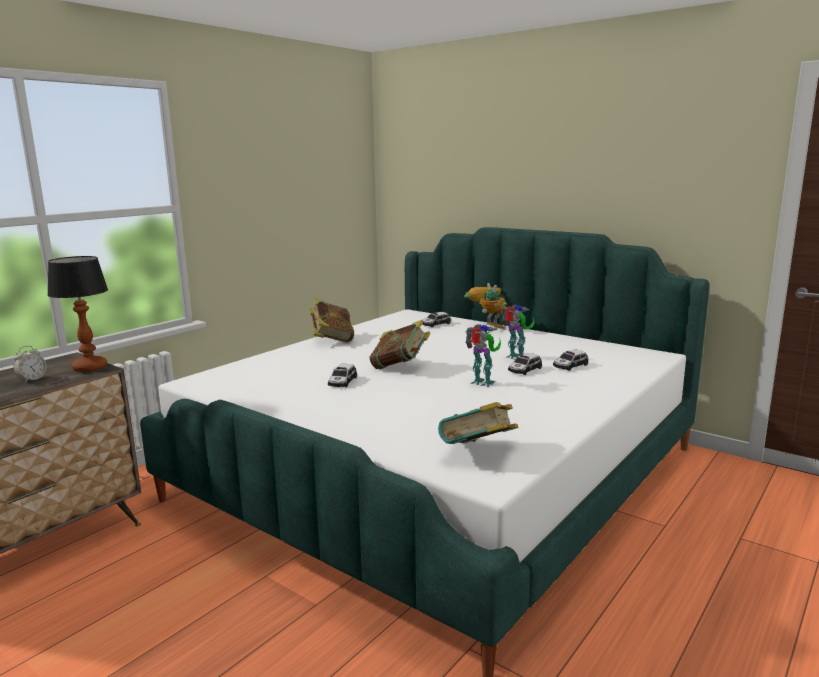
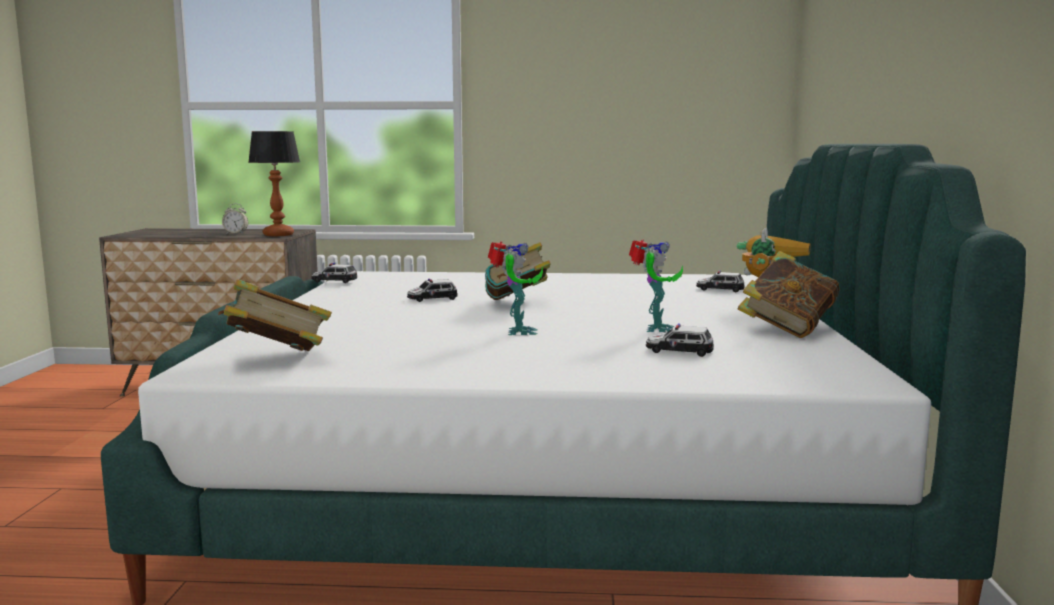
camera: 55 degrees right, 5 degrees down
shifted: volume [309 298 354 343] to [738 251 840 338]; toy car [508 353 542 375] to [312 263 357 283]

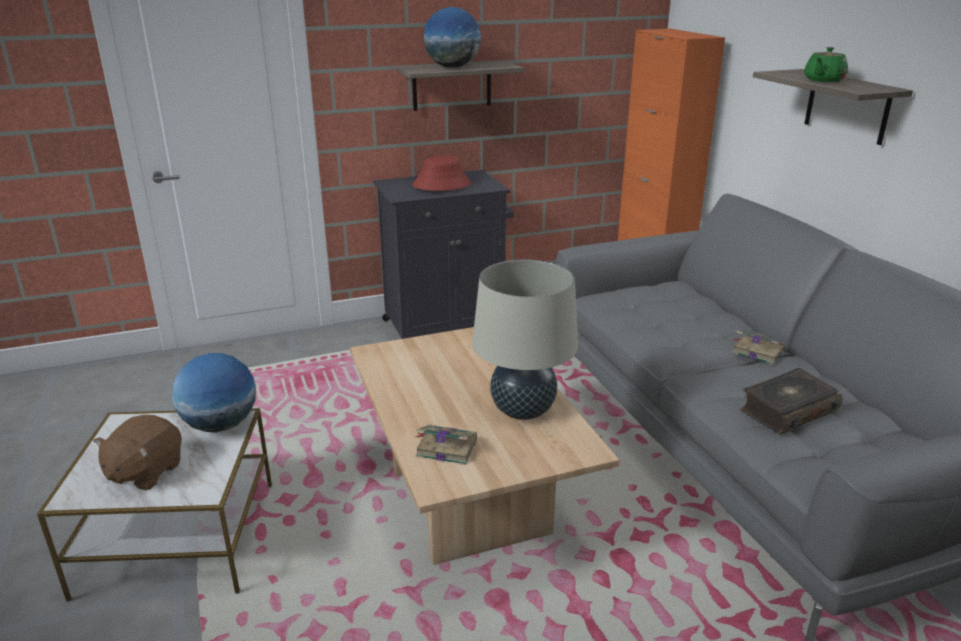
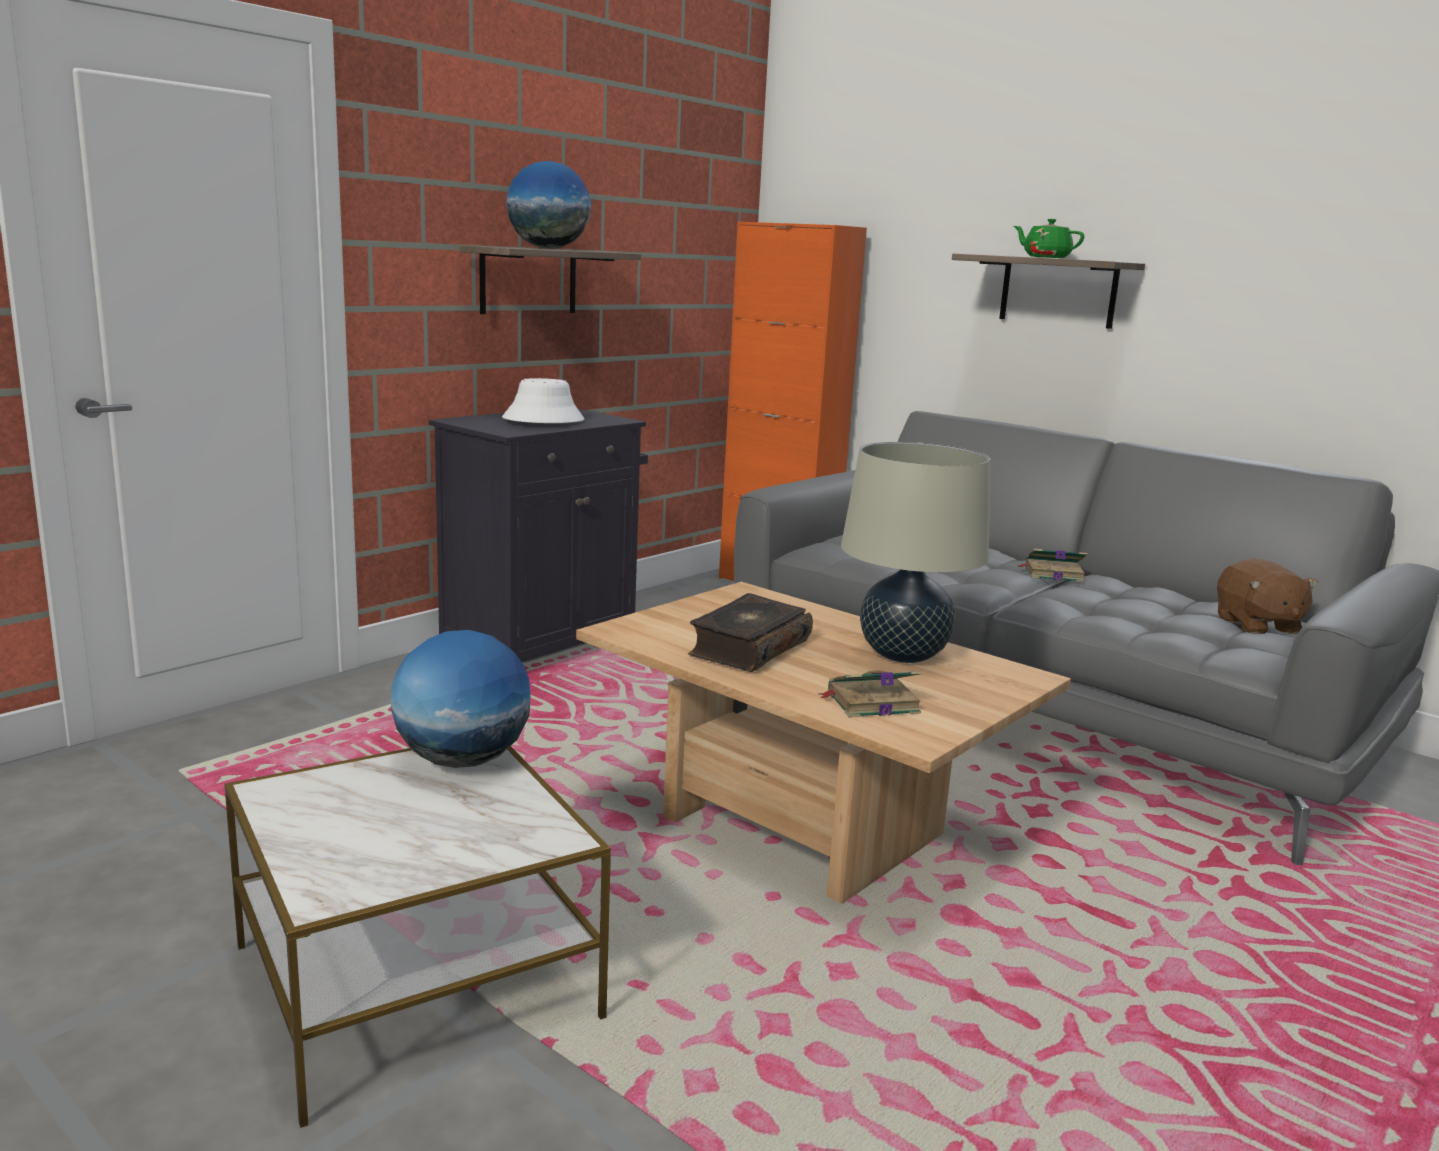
camera: 30 degrees left, 10 degrees down
shifted: volume [739 368 843 435] to [688 593 813 672]; brownish cuddly toy [93 415 182 490] to [1217 558 1318 635]
repainted: reddish wearable hat [412 156 471 191] to whitish wearable hat [502 378 584 423]
rotated: green-coloured teapot [804 47 848 82] = [1014 219 1085 258] 120 degrees clockwise

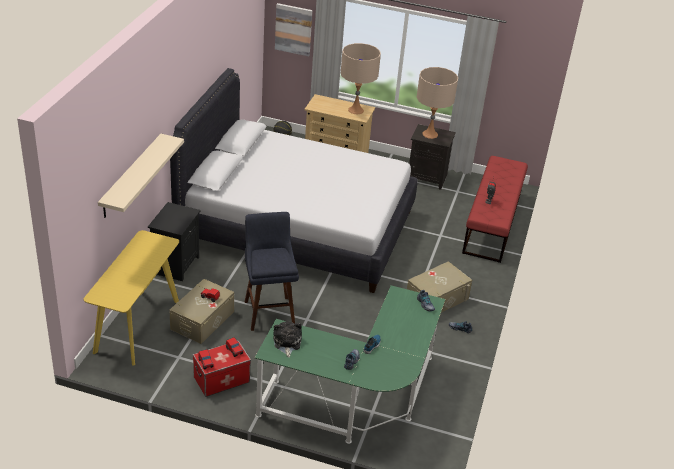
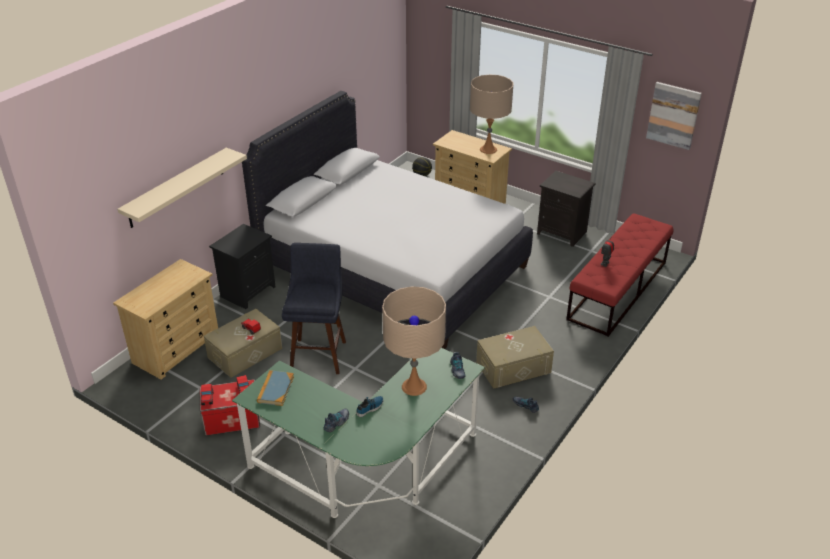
camera: 20 degrees right, 0 degrees up
shifted: wall picture [275 3 312 56] to [646 82 702 150]; beige-coloured tabletop lamp [417 67 458 139] to [382 286 446 396]
swapped: yellowish narrow table [84 230 179 365] to beige-coloured drawer chest [113 259 218 379]; cuddly toy [273 321 302 357] to volume [257 370 294 406]

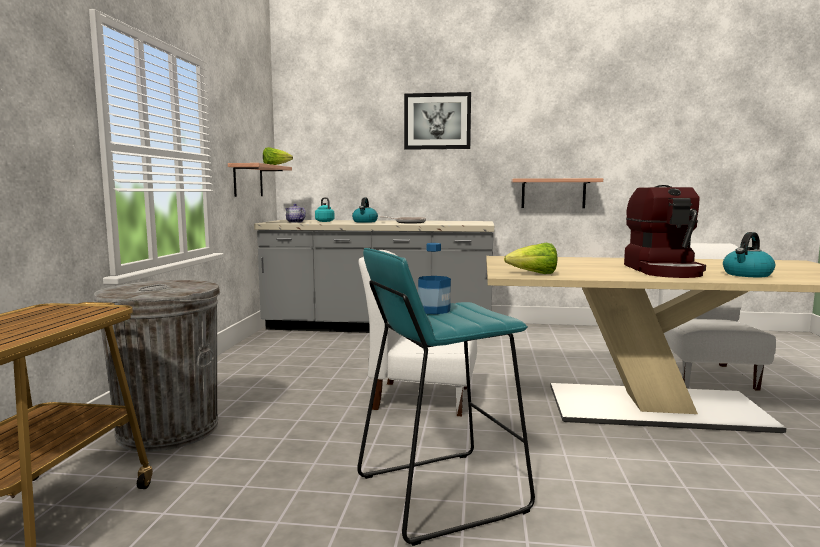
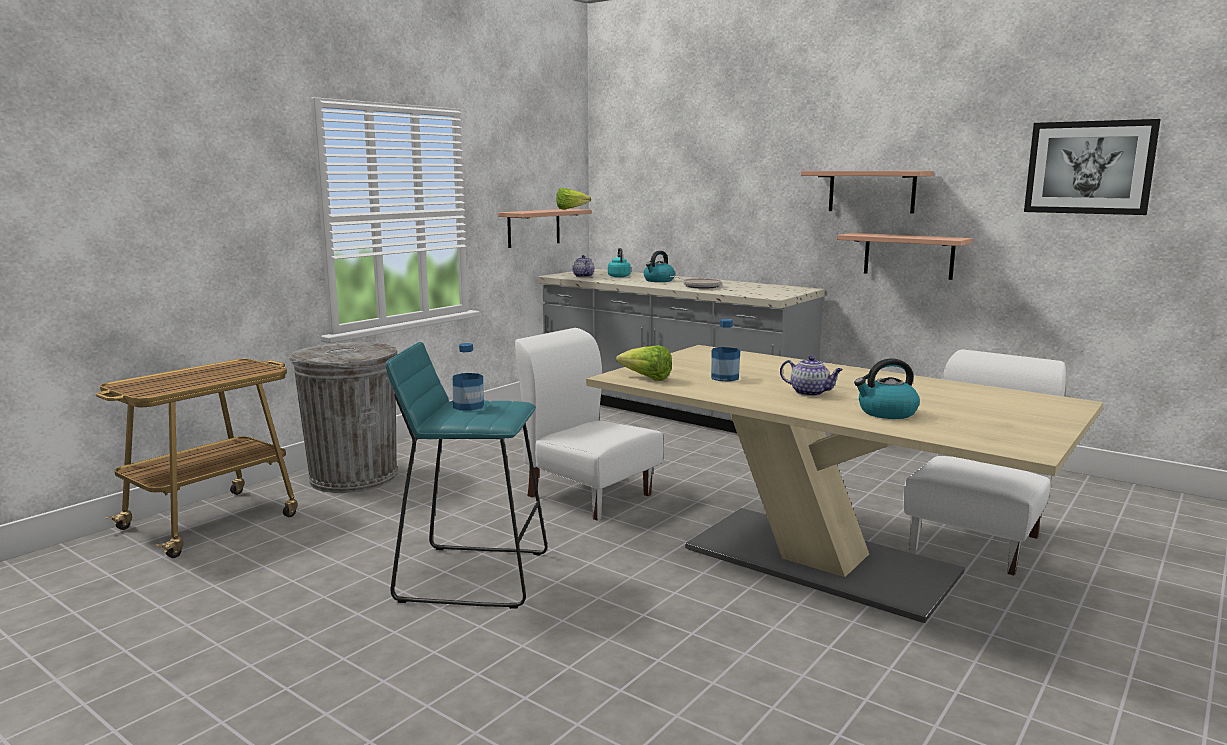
camera: 30 degrees right, 5 degrees up
new: wall shelf [801 171 933 214]; bottle [711 319 740 381]
shifted: wall picture [404 92 471 150] to [1024 119 1161 215]
swapped: coffee brewer [624 185 706 278] to teapot [780 356 843 396]

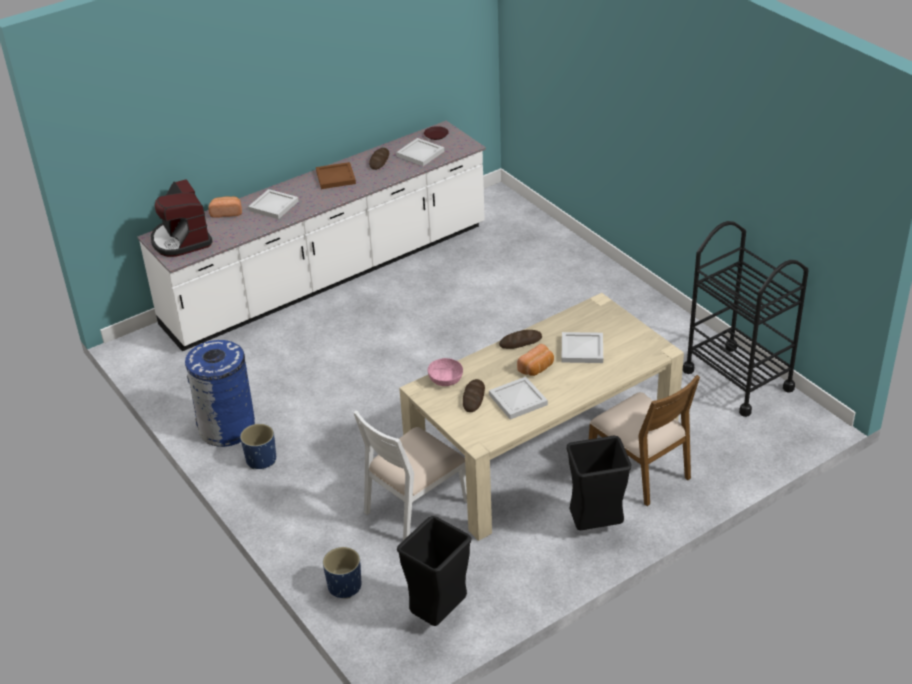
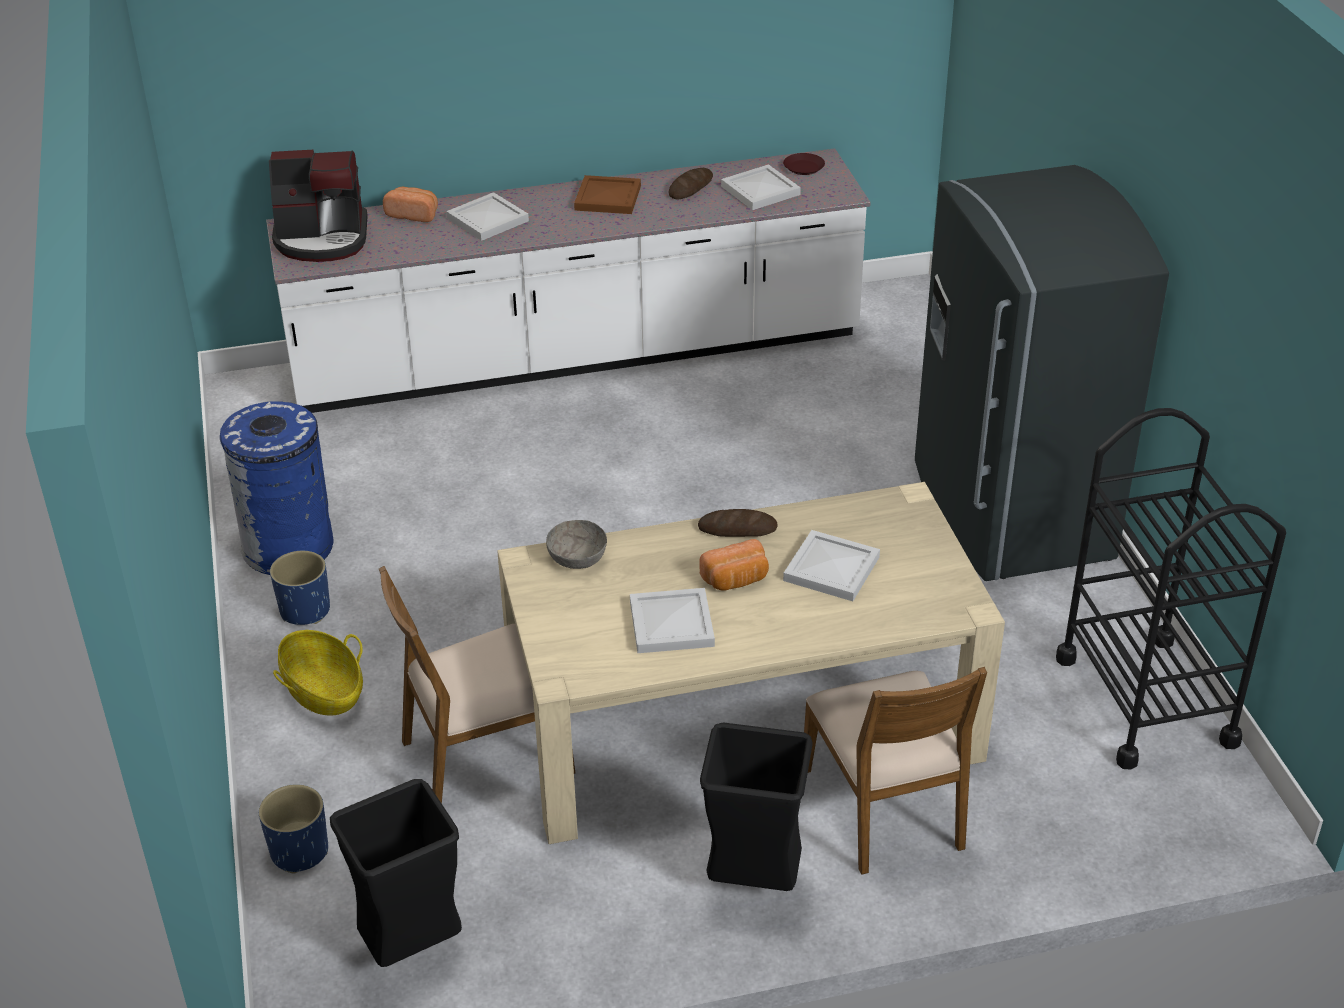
camera: 20 degrees right, 0 degrees up
gone: bread [463 379 485 412]
new: grey refrigerator [915 165 1169 581]; storage basket [273 630 363 715]
repainted: pink-coloured serving bowl [428 358 463 386] to grey serving bowl [546 520 607 569]; whitish plain chair [353 410 467 540] to brownish plain chair [379 566 575 804]
rotated: coffee brewer [151 179 213 257] = [269 150 368 262] 90 degrees counterclockwise

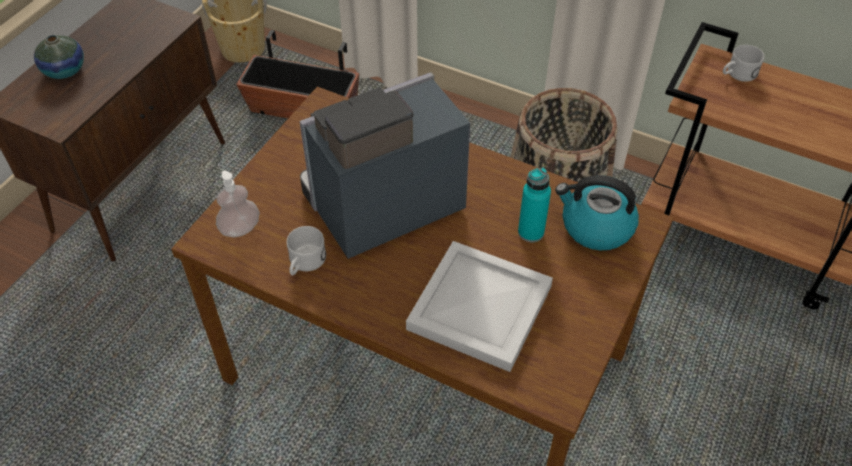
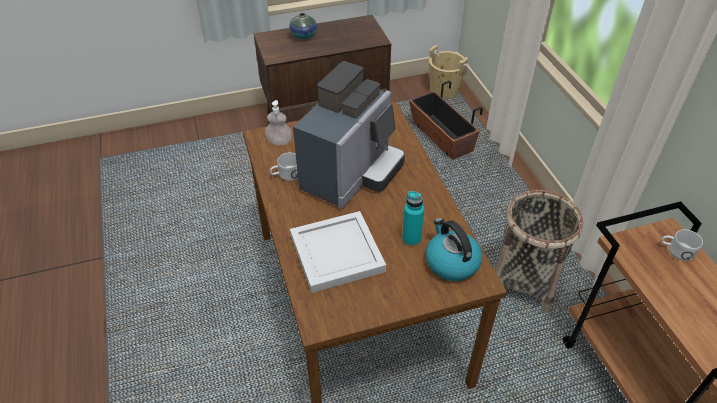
camera: 45 degrees right, 5 degrees down
rotated: coffee brewer [299 72 470 259] = [293 61 405 209] 105 degrees clockwise

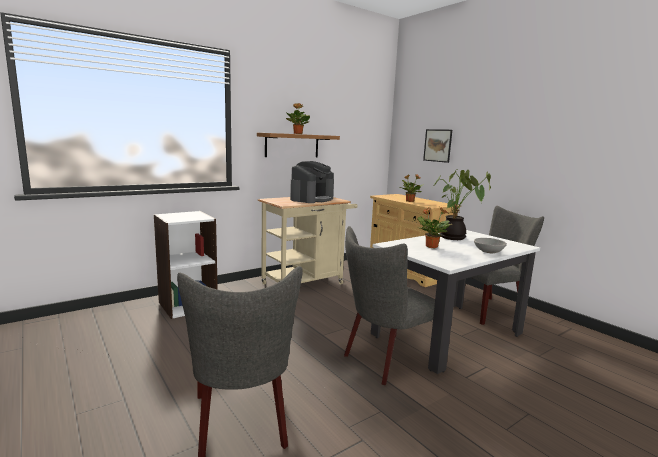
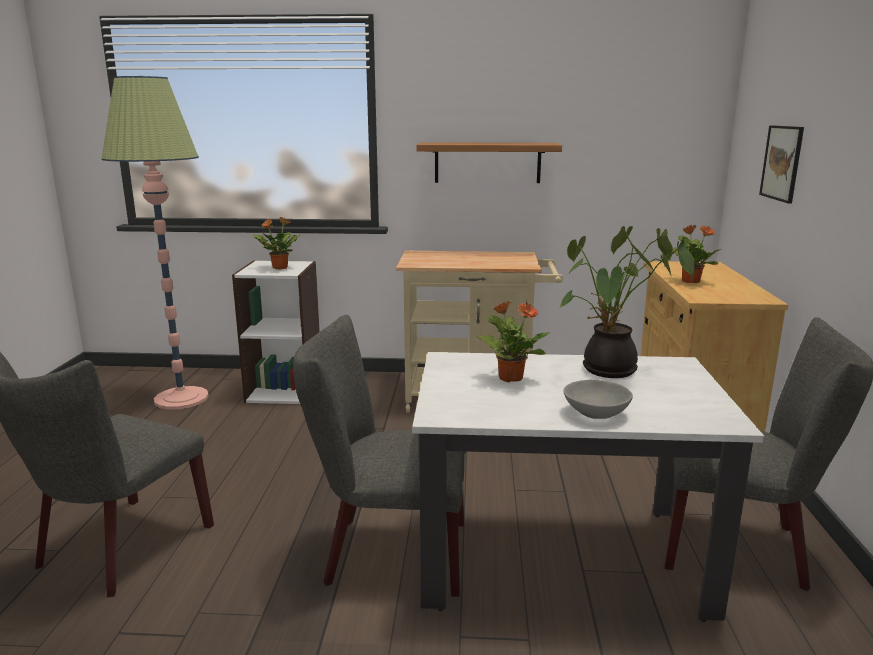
camera: 40 degrees right, 5 degrees up
gone: coffee brewer [290 161 334 203]
new: floor lamp [101 76 209 410]
shifted: potted plant [286 103 310 134] to [254 217 301 269]

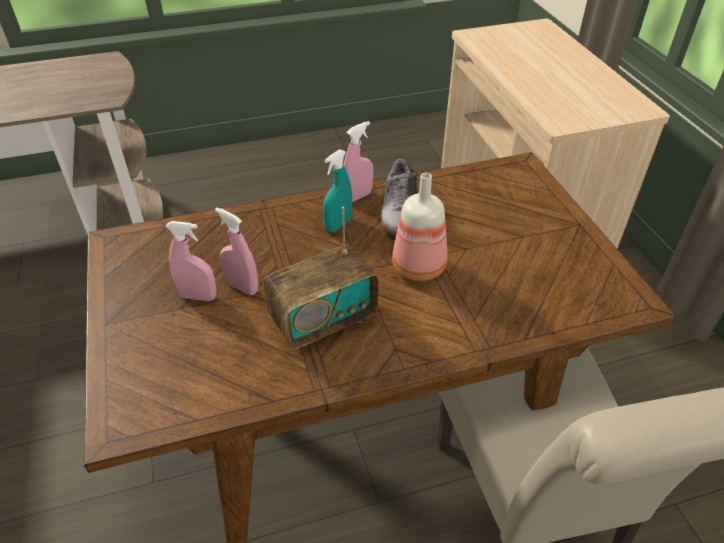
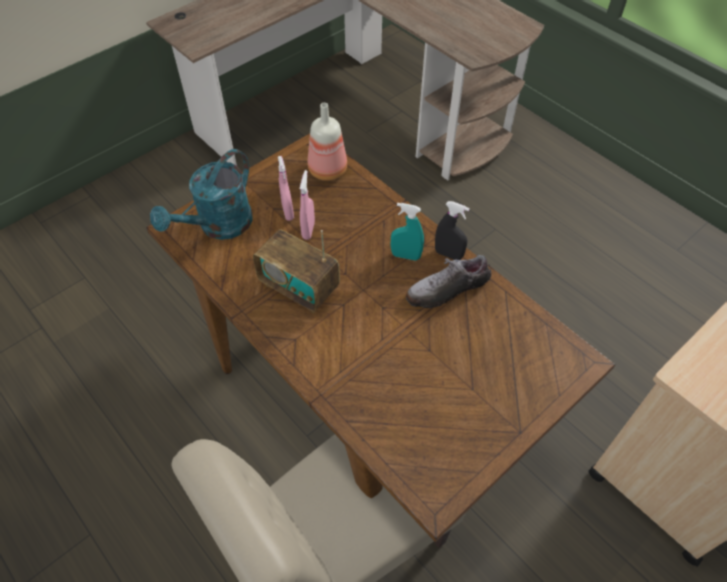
camera: 65 degrees right, 10 degrees up
new: turquoise-coloured sprinkling can [150 149 252 240]
shifted: bottle [392 173 447 281] to [308 103 347 181]
repainted: pink-coloured sprayer [343 121 373 202] to black sprayer [435 201 470 260]

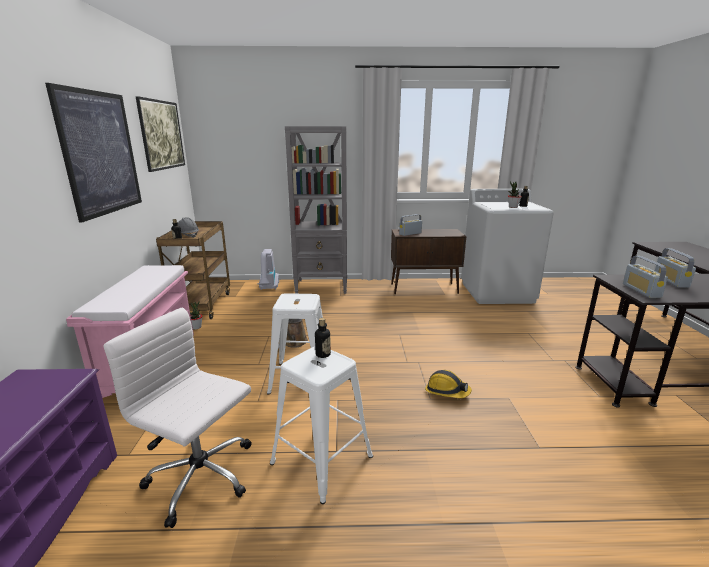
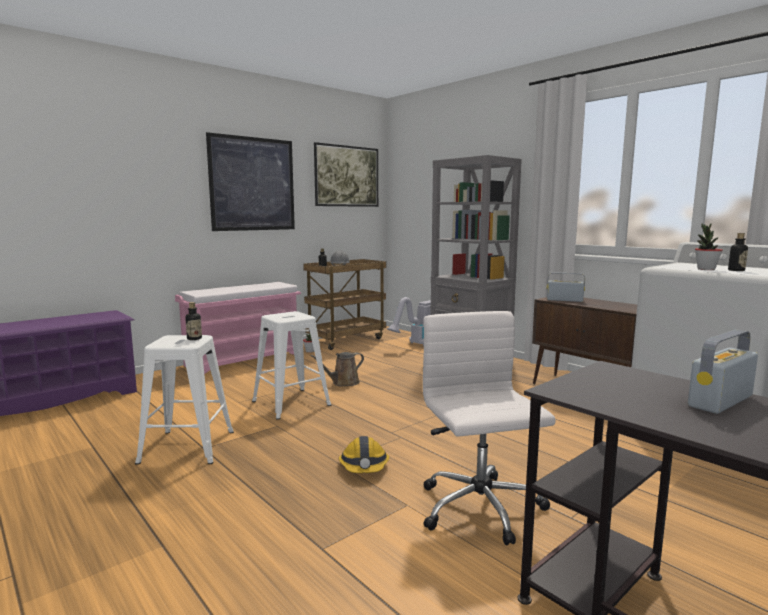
camera: 50 degrees right, 10 degrees down
gone: radio [623 256 668 298]
shifted: whitish computer chair [103 308 251 528] to [423 311 556 546]

